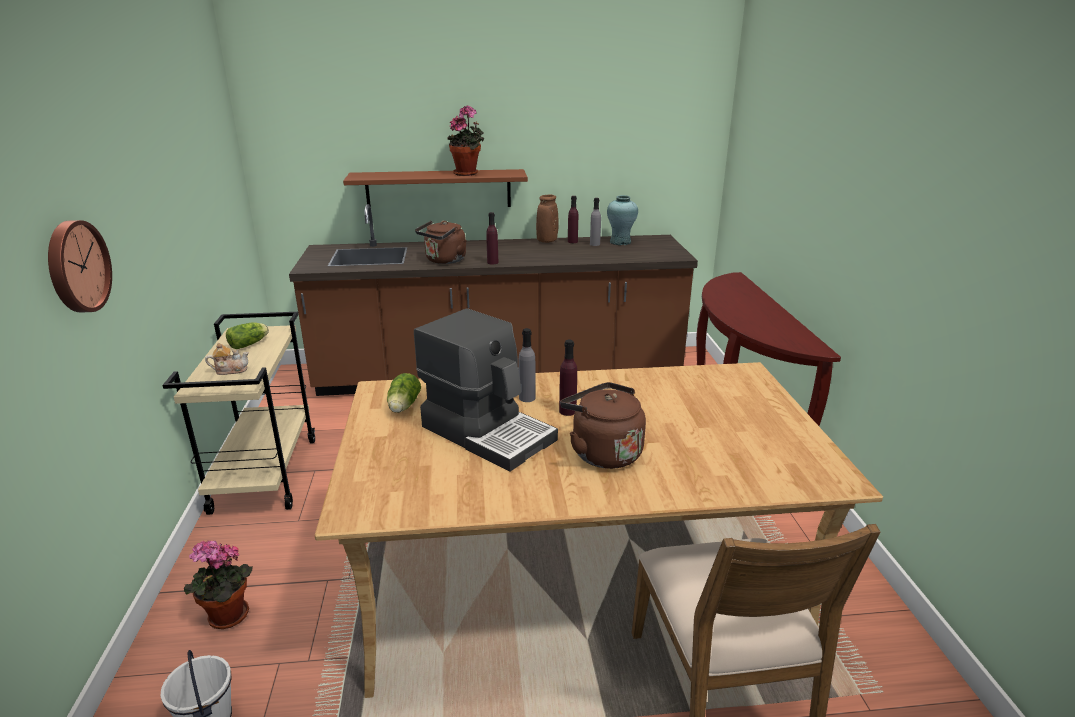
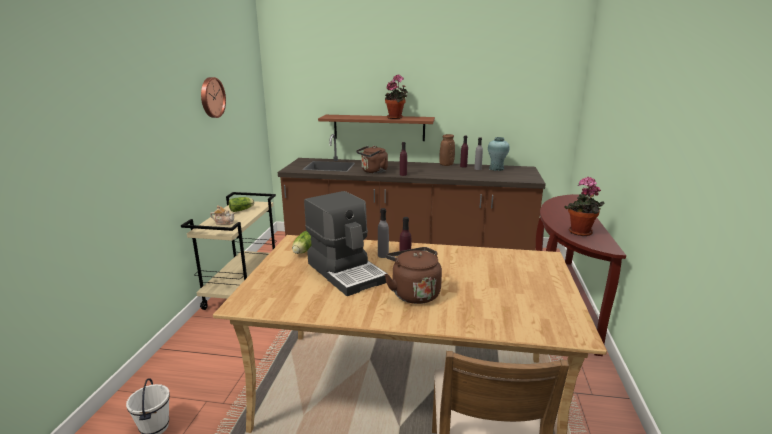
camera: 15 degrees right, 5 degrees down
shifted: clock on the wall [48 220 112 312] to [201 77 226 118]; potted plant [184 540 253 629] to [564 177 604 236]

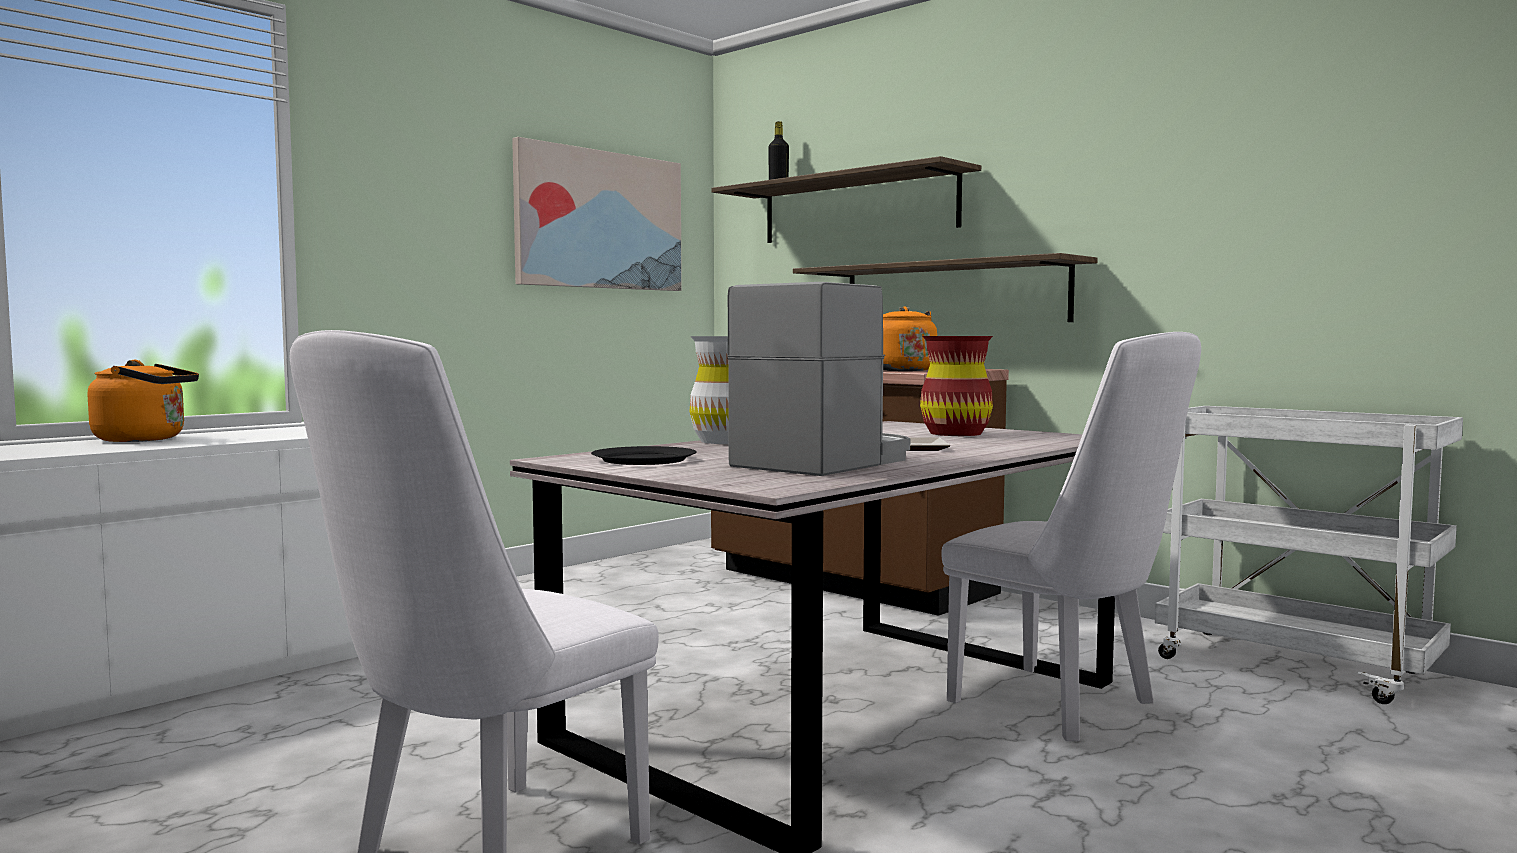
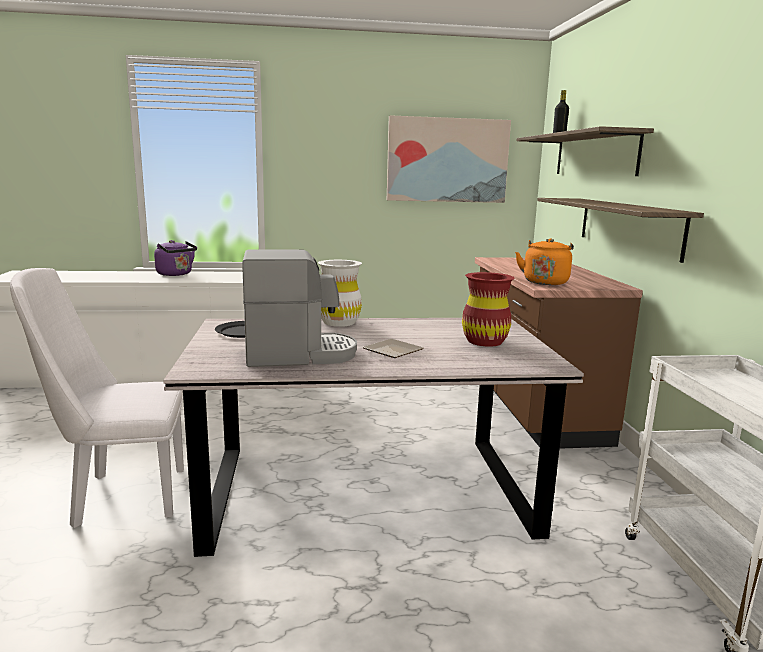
camera: 40 degrees right, 10 degrees up
gone: whitish plain chair [941 332 1201 741]
repainted: orangey water kettle [87 360 199 442] to purple-coloured water kettle [154 240 197 276]

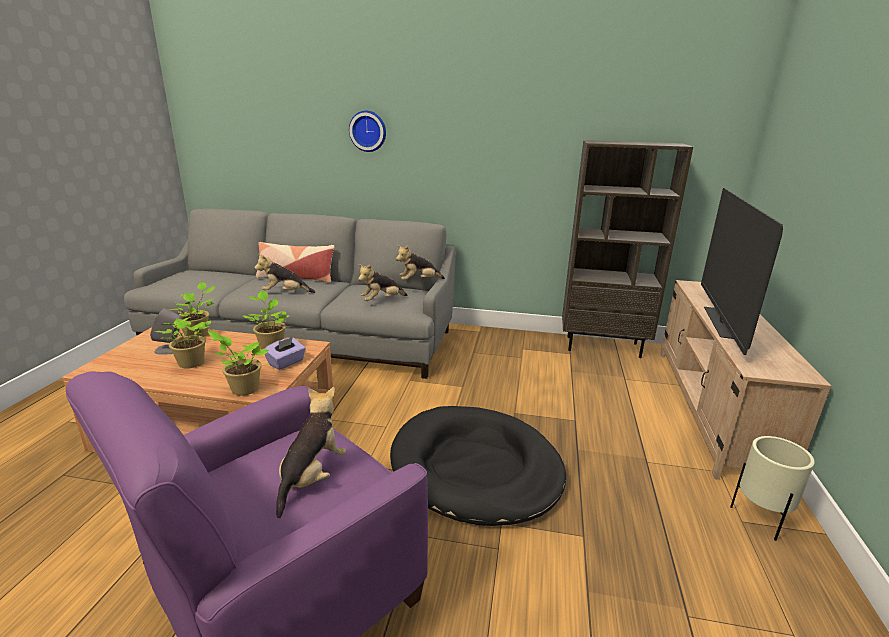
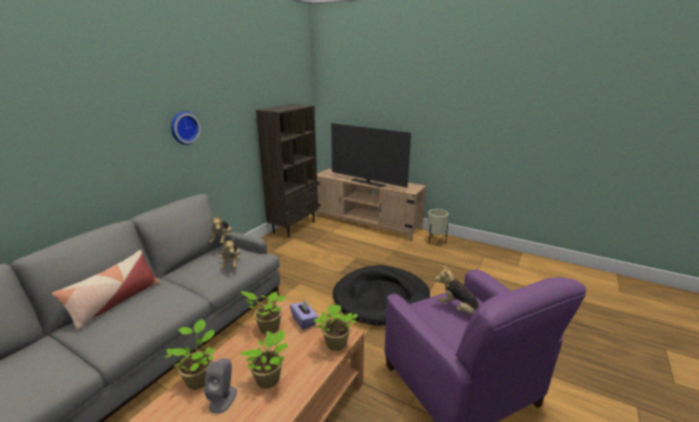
camera: 70 degrees left, 0 degrees up
gone: cuddly toy [254 254 315 293]
shifted: clock on the wall [349 111 386 152] to [171 111 201 145]

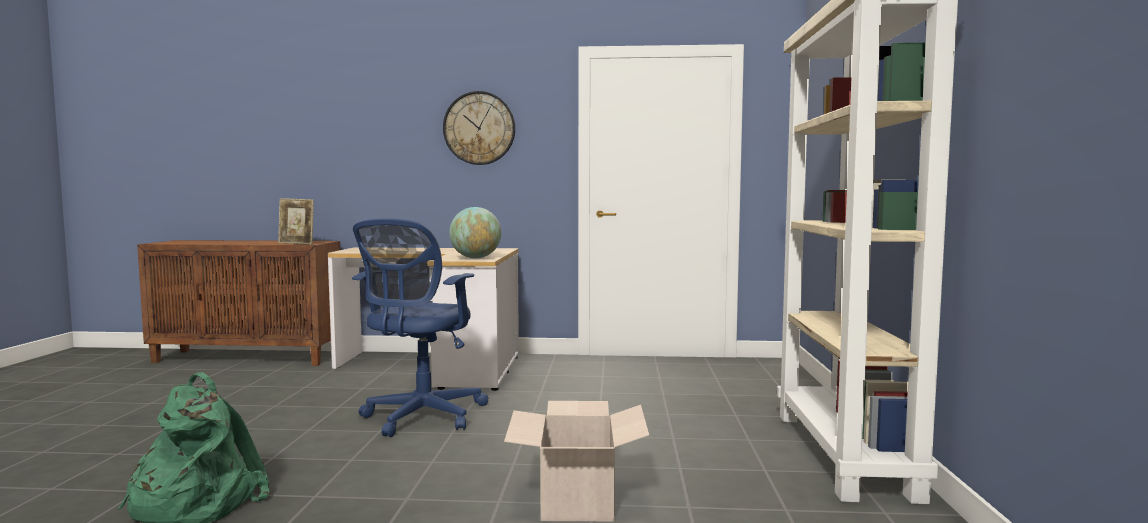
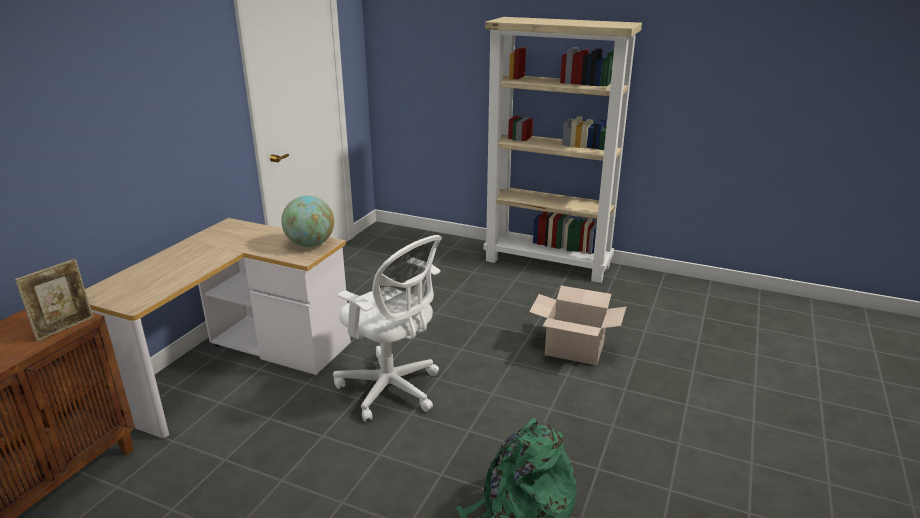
camera: 70 degrees left, 20 degrees up
gone: clock on the wall [443 91 515 165]
repainted: blue computer chair [352 219 489 437] to whitish computer chair [333 235 442 422]

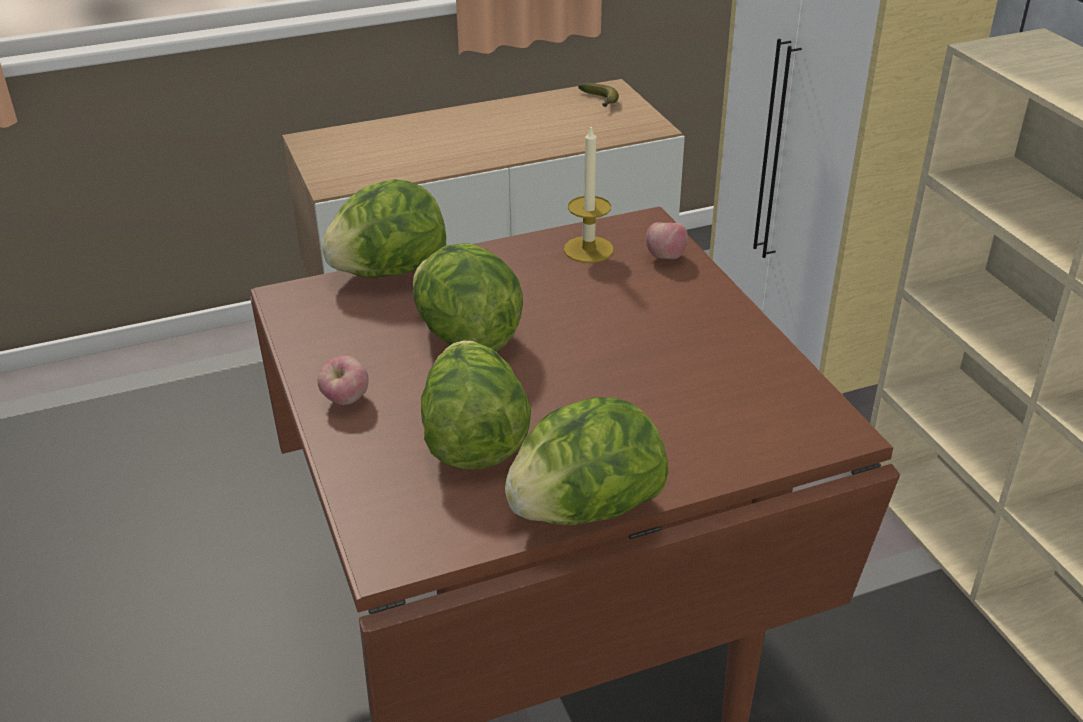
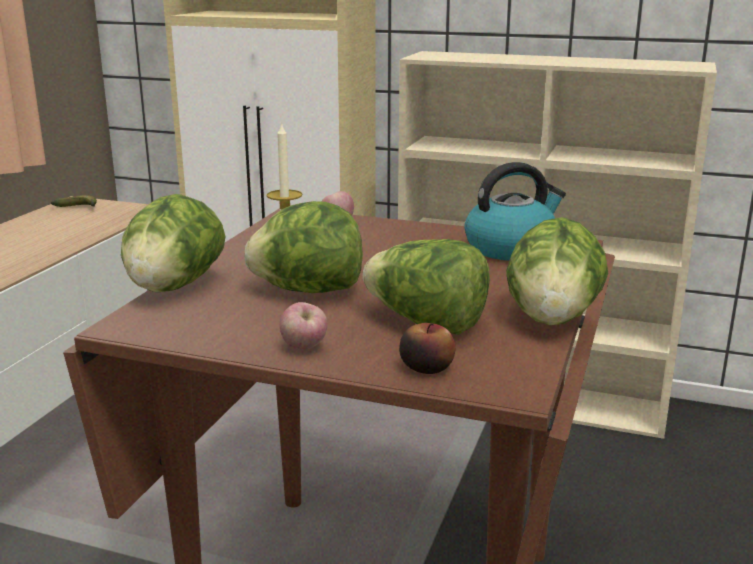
camera: 50 degrees left, 15 degrees down
new: water kettle [465 162 566 261]; apple [399 323 455 374]

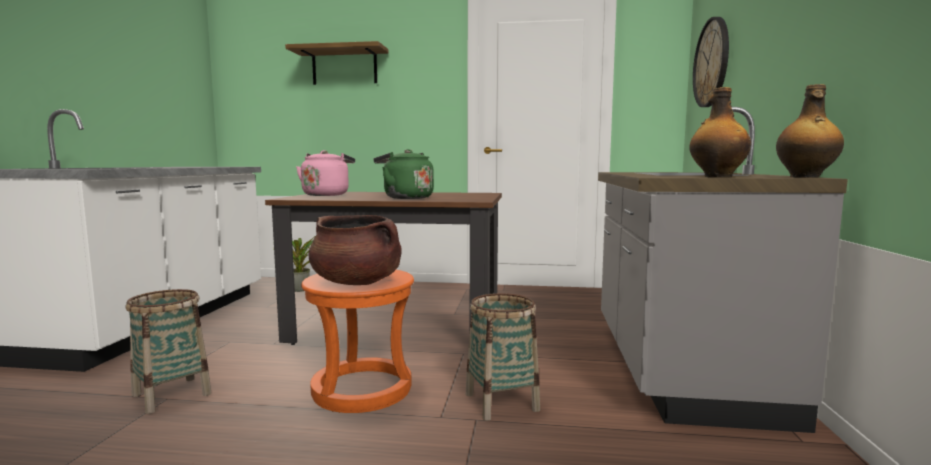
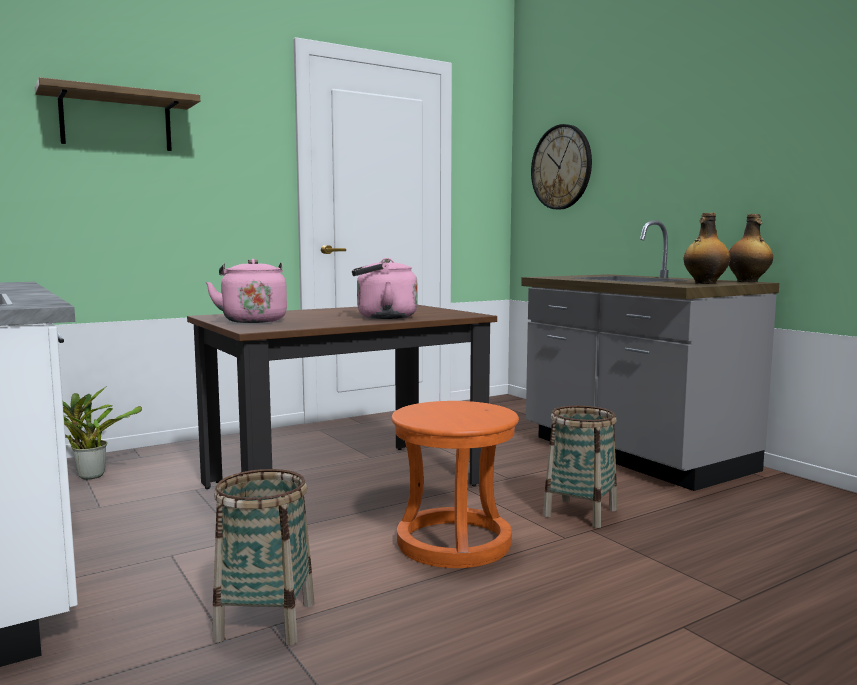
camera: 40 degrees left, 0 degrees up
gone: brownish cooking pot [308 215 402 285]
repainted: green-coloured water kettle [374 149 434 199] to pink-coloured water kettle [352 258 418 319]

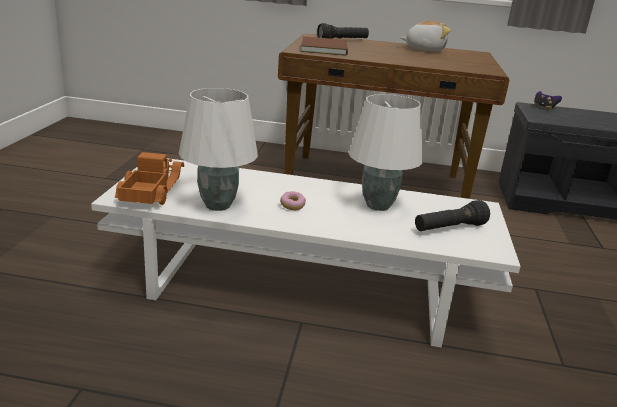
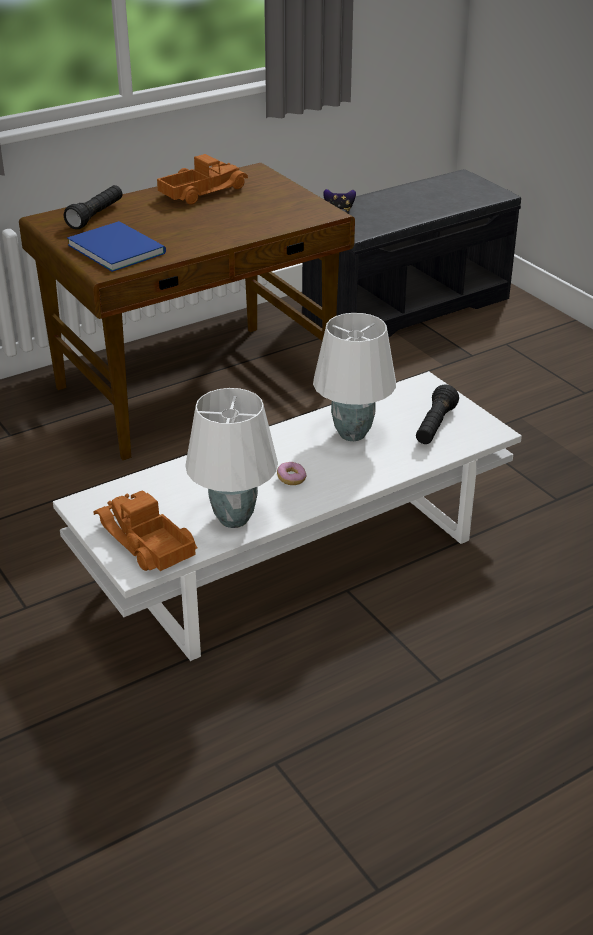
camera: 40 degrees left, 10 degrees up
swapped: cuddly toy [401 21 451 51] to model truck [157 154 248 205]
repainted: brownish volume [301 36 348 56] to blue volume [67 221 166 272]

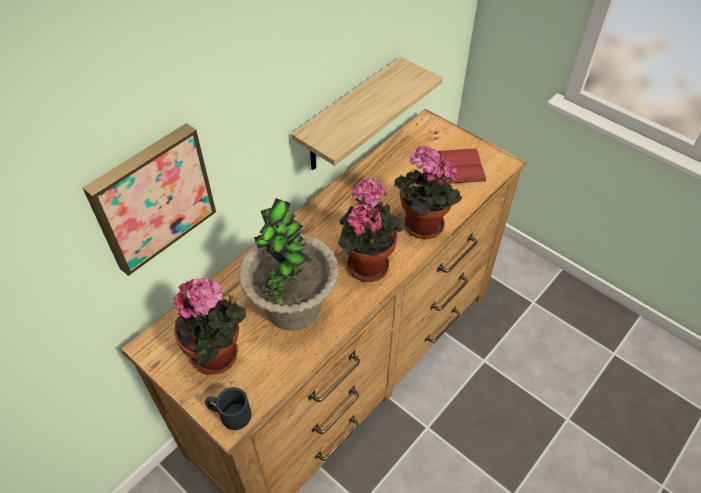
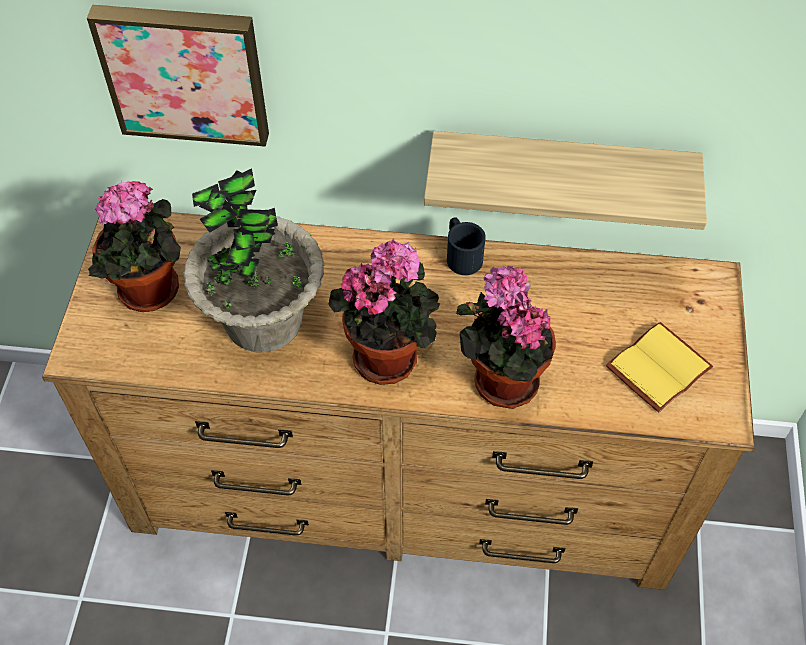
camera: 55 degrees right, 5 degrees up
shifted: black mug [205 387 251 430] to [447 217 486 275]
repainted: reddish volume [437 149 486 184] to yellowish volume [606 322 713 413]

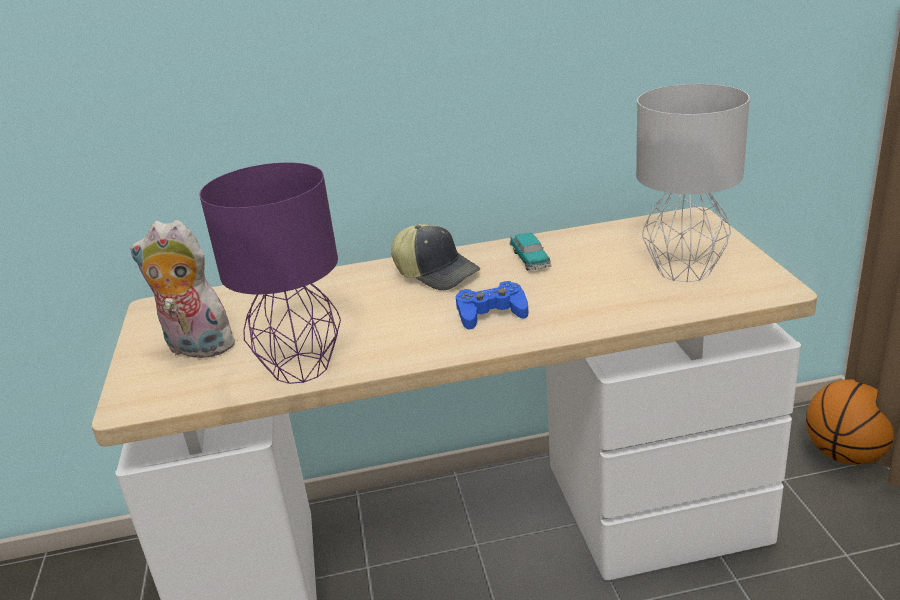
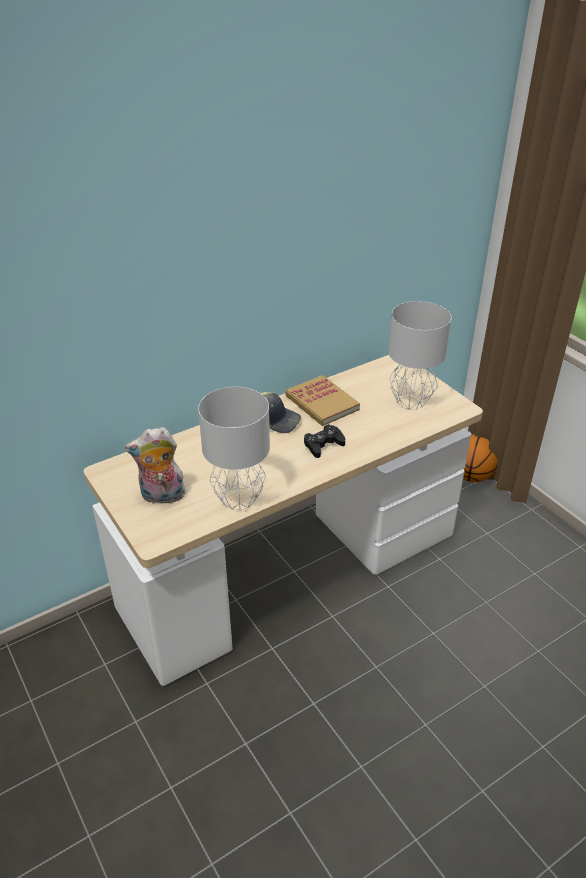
camera: 25 degrees left, 10 degrees up
swapped: toy car [510 233 551 271] to volume [285 375 360 426]
repainted: purple-coloured tabletop lamp [199 163 341 384] to grey tabletop lamp [198 387 270 510]; blue game controller [456 281 529 330] to black game controller [304 424 345 458]

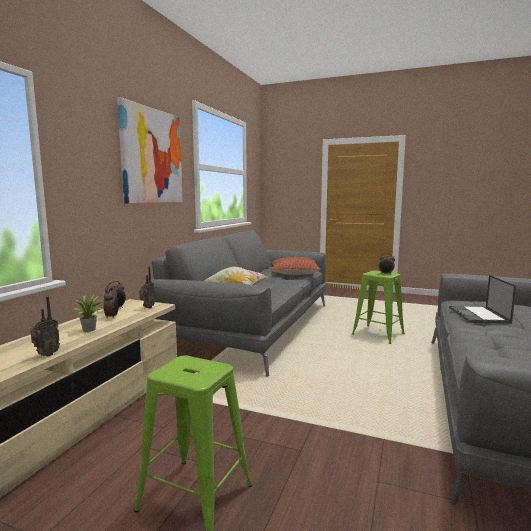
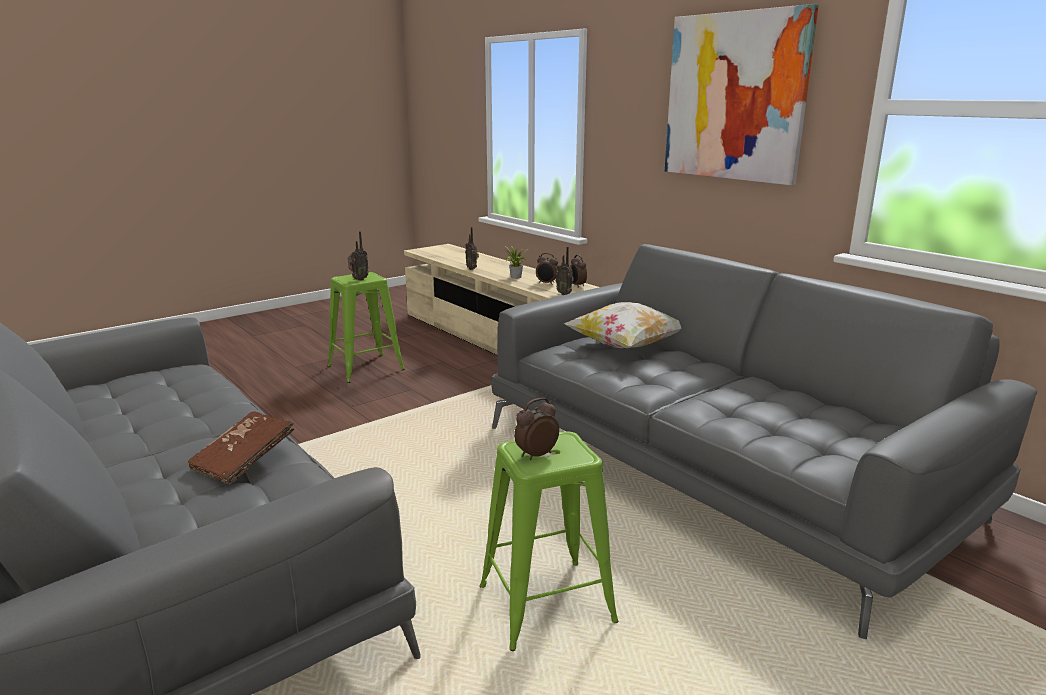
camera: 120 degrees right, 10 degrees up
gone: pillow [272 257 320 275]
new: radio [348 231 369 281]
swapped: notebook computer [449 275 516 324] to brownish volume [188 411 295 484]

